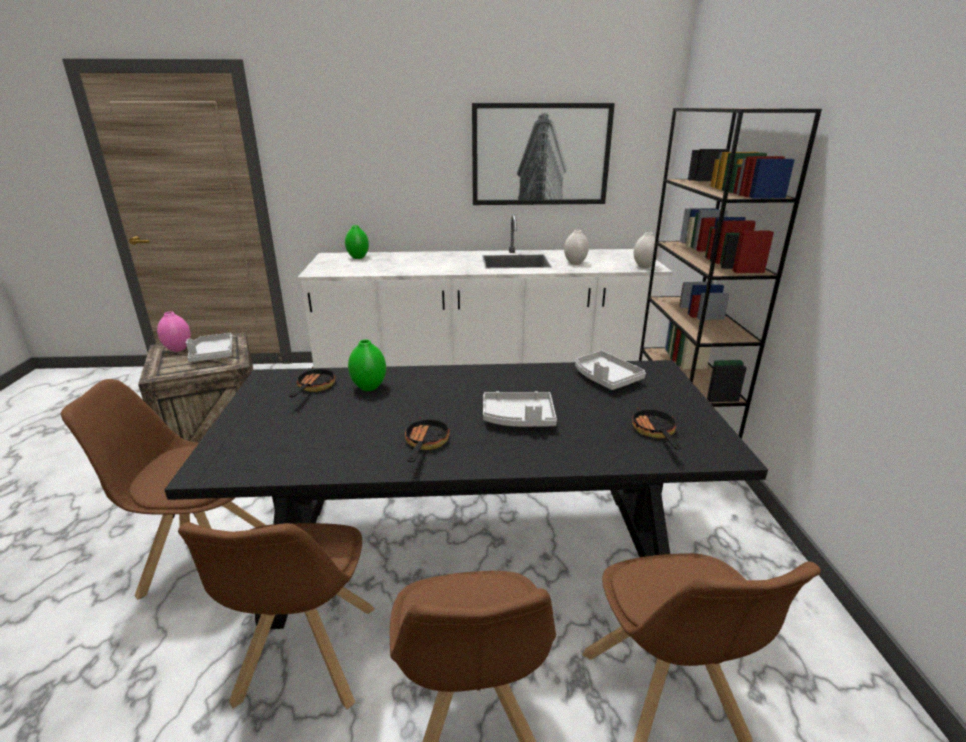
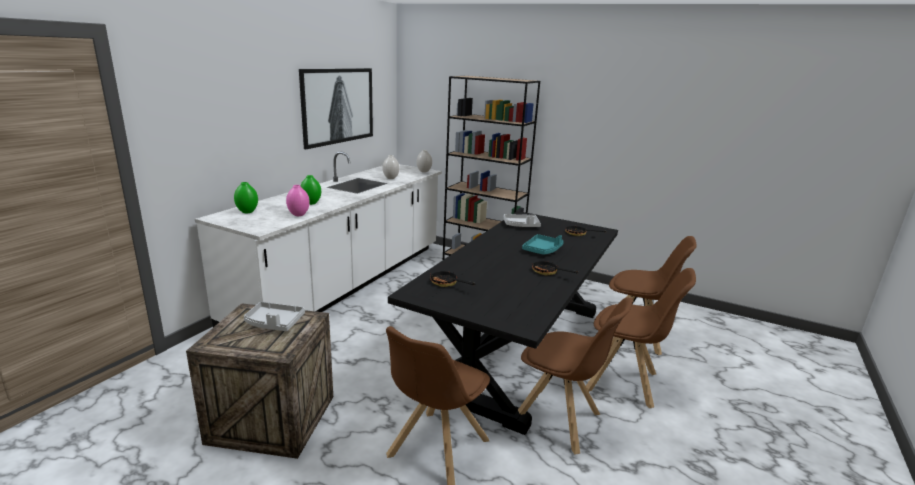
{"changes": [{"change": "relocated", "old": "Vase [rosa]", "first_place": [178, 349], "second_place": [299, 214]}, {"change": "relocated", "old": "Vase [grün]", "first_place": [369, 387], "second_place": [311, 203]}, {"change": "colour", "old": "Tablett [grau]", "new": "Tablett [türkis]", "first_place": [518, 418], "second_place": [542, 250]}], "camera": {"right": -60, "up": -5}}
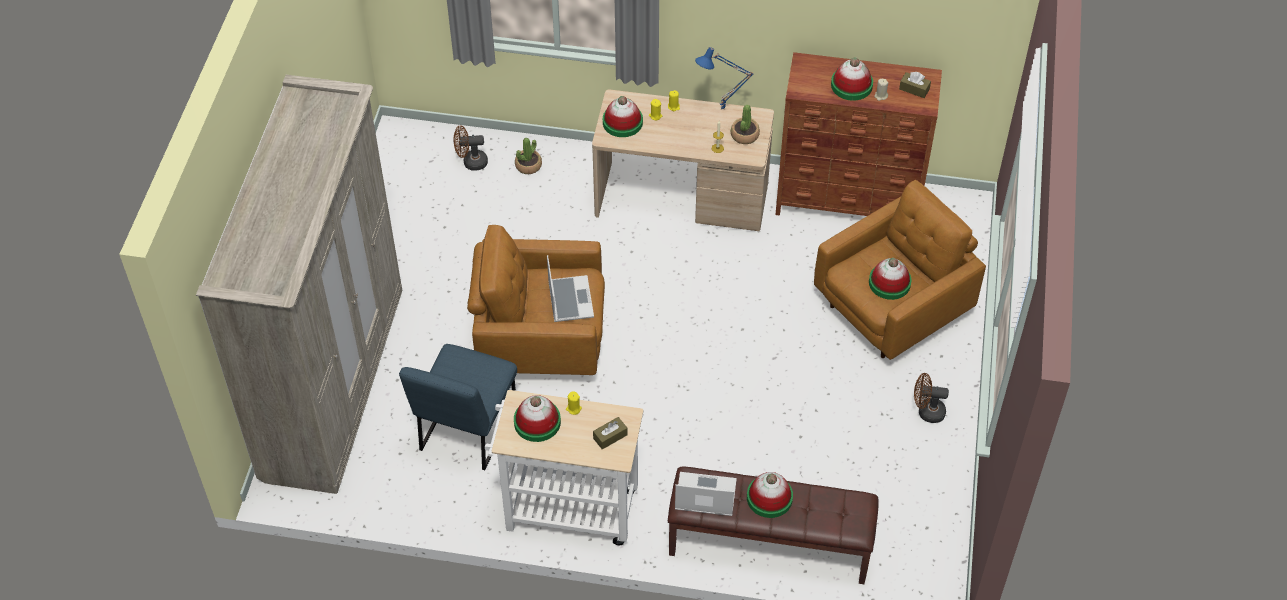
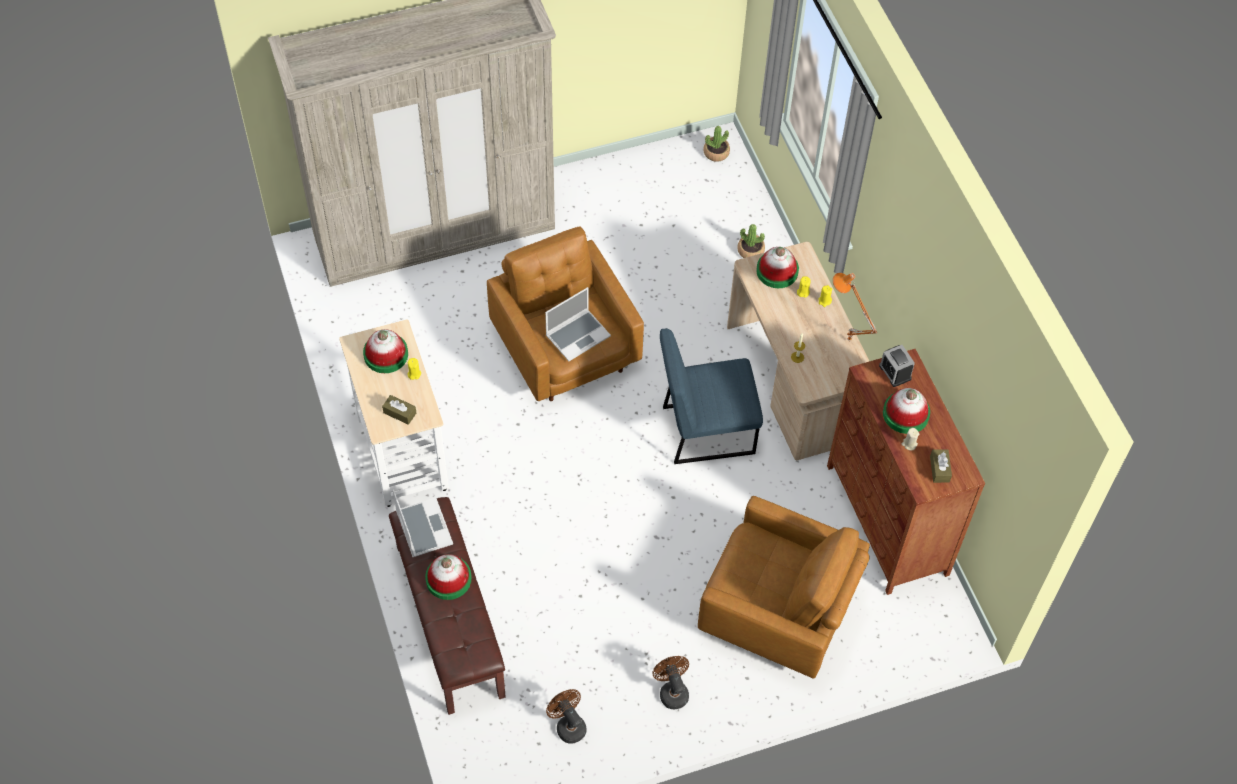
{"changes": [{"change": "relocated", "old": "Ventilator [braun]", "first_place": [471, 162], "second_place": [568, 725]}, {"change": "relocated", "old": "Stuhl [blau]", "first_place": [466, 429], "second_place": [705, 430]}, {"change": "relocated", "old": "Topfpflanze", "first_place": [744, 135], "second_place": [716, 152]}, {"change": "colour", "old": "Tischlampe [blau]", "new": "Tischlampe [orange]", "first_place": [722, 111], "second_place": [847, 341]}, {"change": "appeared", "new": "Wecker", "second_place": [895, 372]}, {"change": "missing", "old": "Hut", "first_place": [889, 283]}], "camera": {"right": 60, "up": 5}}
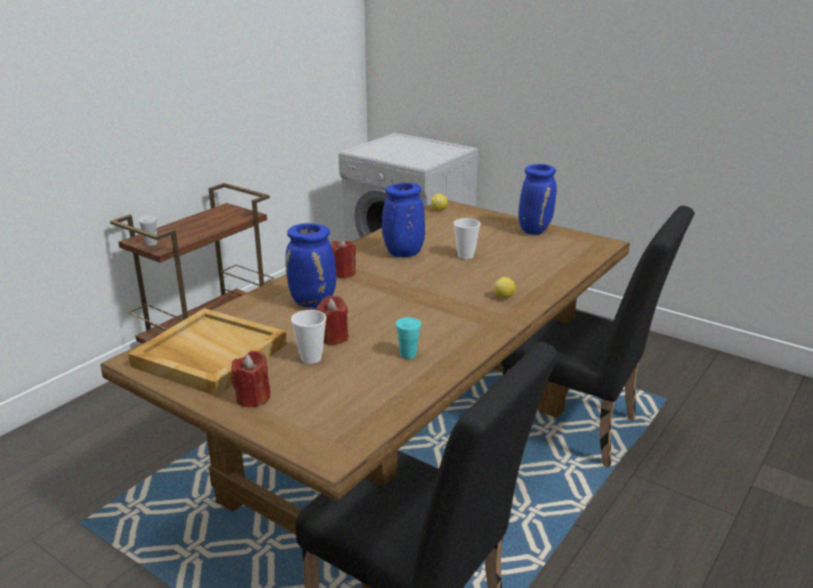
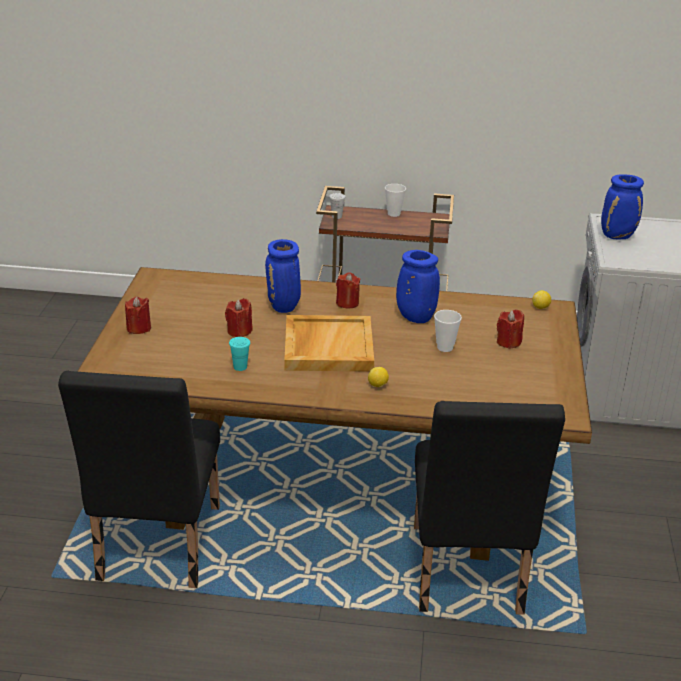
{"changes": [{"change": "relocated", "old": "Tablett [beige]", "first_place": [209, 355], "second_place": [327, 347]}, {"change": "relocated", "old": "Tasse", "first_place": [311, 358], "second_place": [394, 214]}, {"change": "appeared", "new": "Kerze [rot]", "second_place": [508, 342]}, {"change": "relocated", "old": "Vase [blau]", "first_place": [534, 230], "second_place": [618, 236]}], "camera": {"right": 60, "up": 5}}
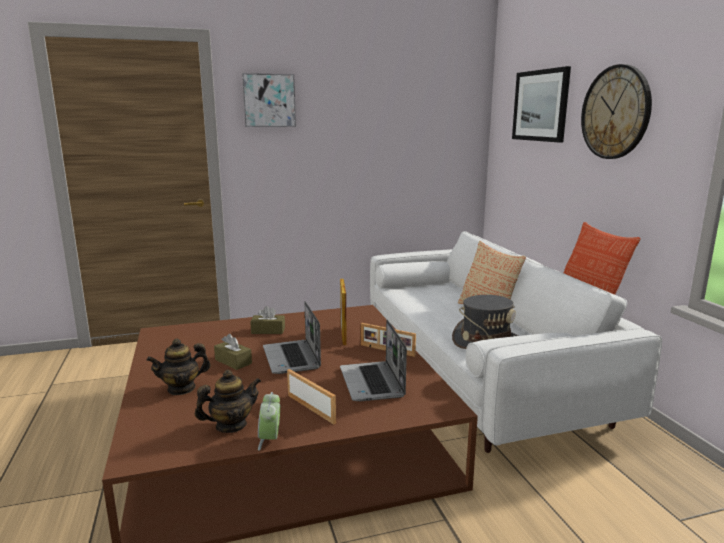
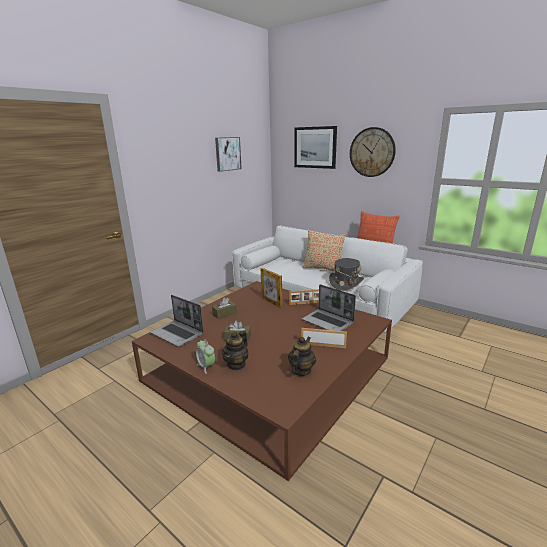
{"changes": [{"change": "relocated", "old": "Laptop", "first_place": [292, 358], "second_place": [178, 334]}, {"change": "relocated", "old": "Wecker", "first_place": [270, 439], "second_place": [206, 366]}, {"change": "relocated", "old": "Bild", "first_place": [269, 100], "second_place": [227, 154]}], "camera": {"right": -35, "up": 5}}
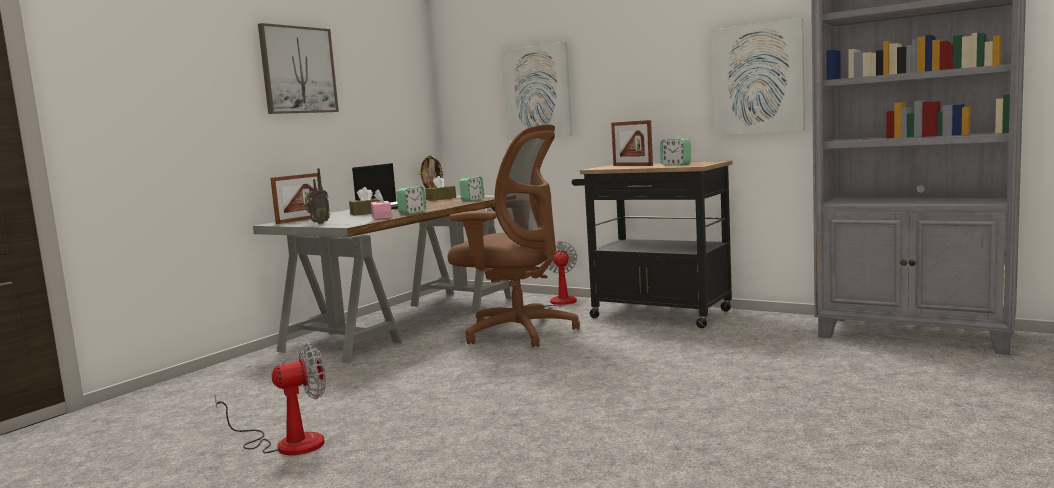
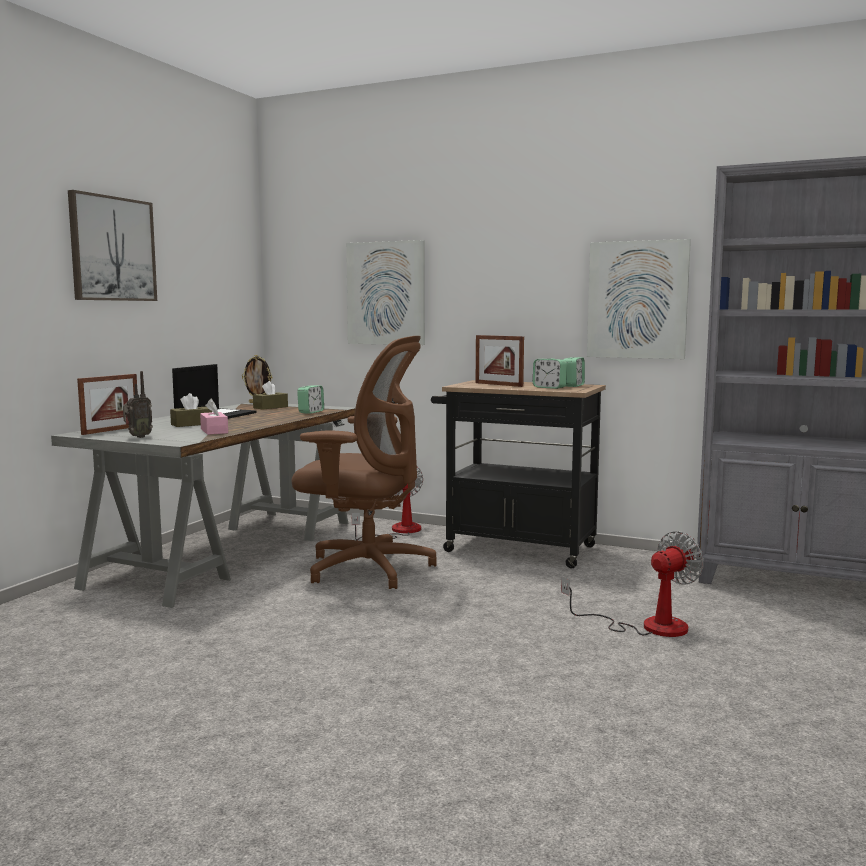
{"changes": [{"change": "relocated", "old": "Ventilator", "first_place": [287, 443], "second_place": [648, 626]}, {"change": "relocated", "old": "Wecker", "first_place": [412, 213], "second_place": [573, 385]}], "camera": {"right": -10, "up": 0}}
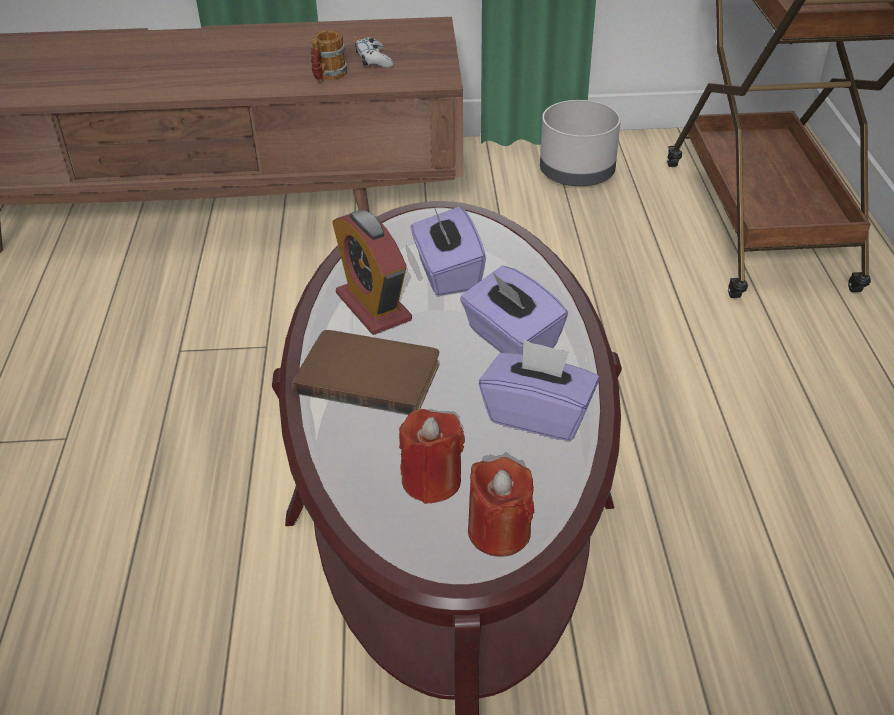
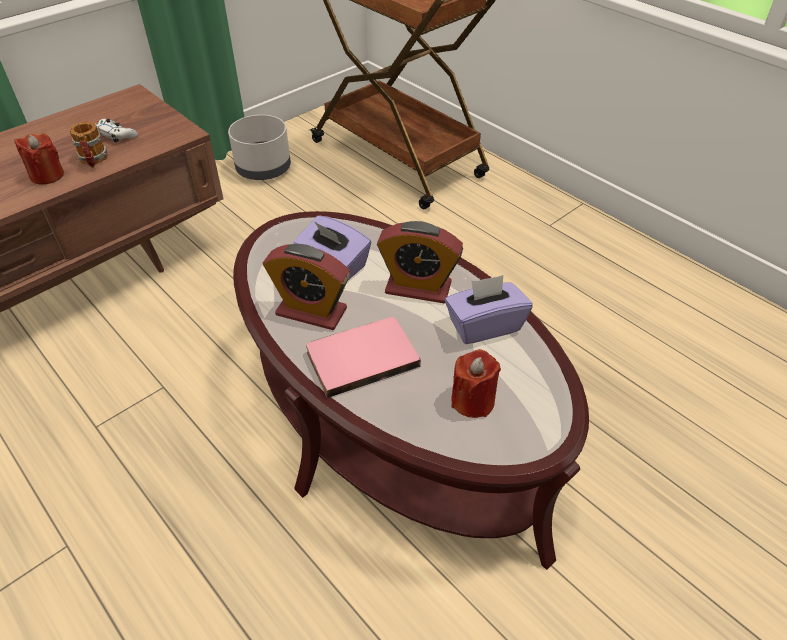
{"changes": [{"change": "relocated", "old": "Kerze [rot]", "first_place": [499, 532], "second_place": [47, 175]}, {"change": "colour", "old": "Buch [braun]", "new": "Buch [rosa]", "first_place": [370, 373], "second_place": [361, 356]}, {"change": "exchanged", "old": "Taschentuchbox [lila]", "new": "Wecker", "first_place": [511, 339], "second_place": [418, 288]}], "camera": {"right": -40, "up": 5}}
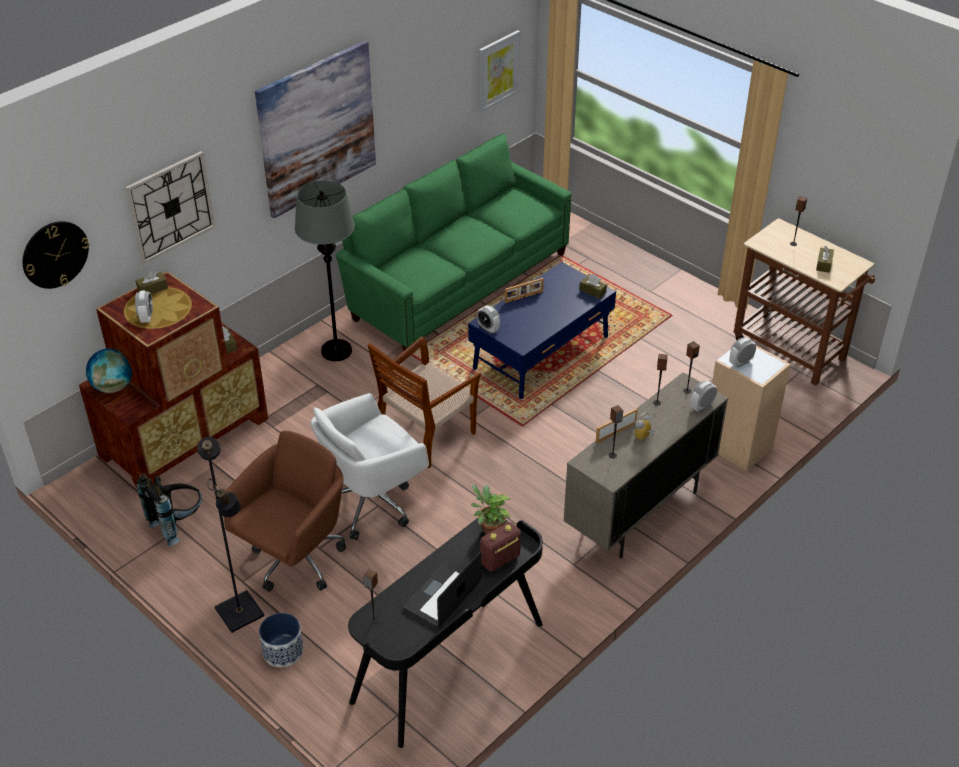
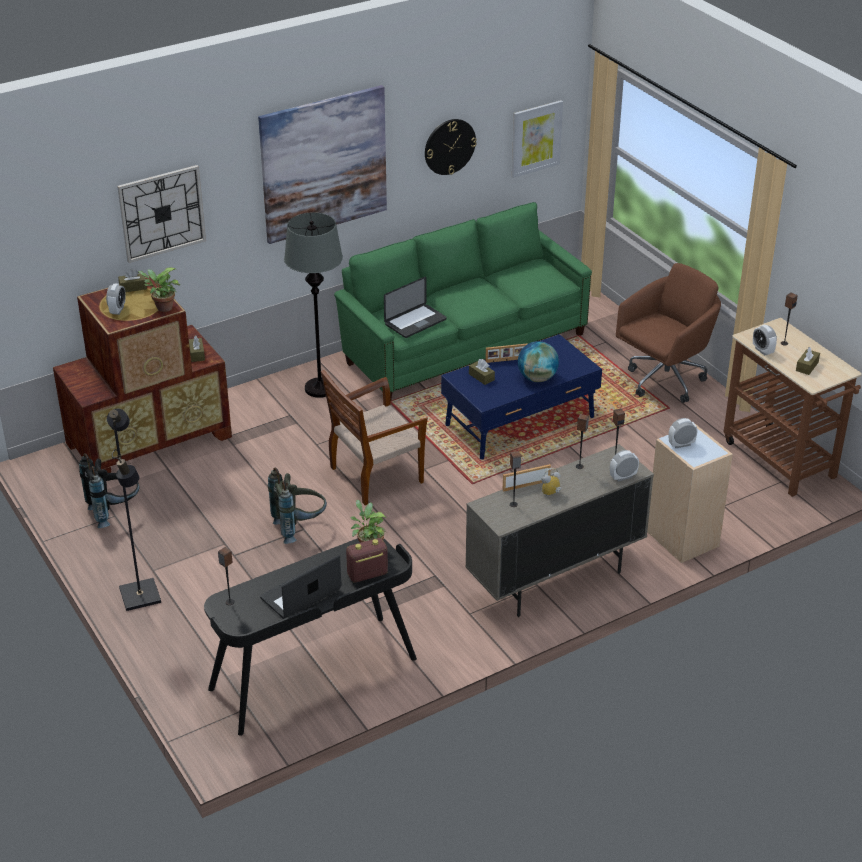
{"changes": [{"change": "appeared", "new": "Topfpflanze", "second_place": [162, 308]}, {"change": "exchanged", "old": "Bürostuhl [weiß]", "new": "Rucksack [grau]", "first_place": [373, 504], "second_place": [299, 527]}, {"change": "appeared", "new": "Laptop", "second_place": [415, 322]}, {"change": "relocated", "old": "Wanduhr", "first_place": [55, 254], "second_place": [449, 146]}, {"change": "relocated", "old": "Taschentuchbox [braun]", "first_place": [592, 291], "second_place": [481, 377]}, {"change": "relocated", "old": "Globus", "first_place": [113, 387], "second_place": [537, 378]}, {"change": "relocated", "old": "Bürostuhl [braun]", "first_place": [295, 563], "second_place": [662, 383]}, {"change": "relocated", "old": "Wecker", "first_place": [488, 328], "second_place": [762, 350]}, {"change": "missing", "old": "Pflanzkübel", "first_place": [282, 651]}], "camera": {"right": 15, "up": -5}}
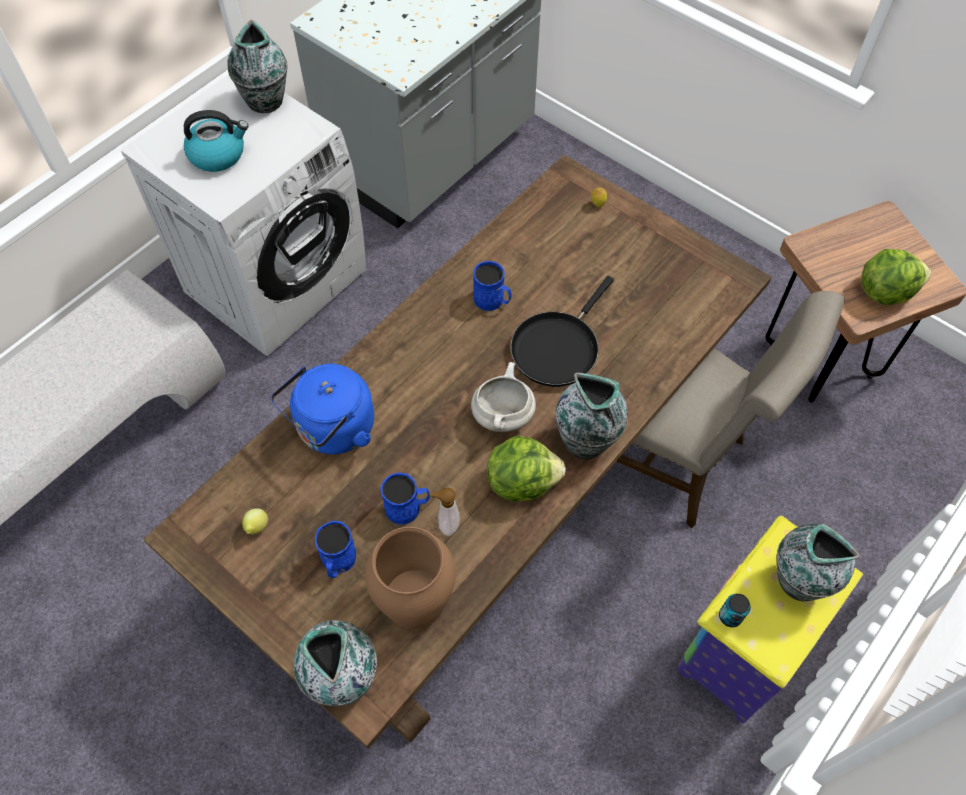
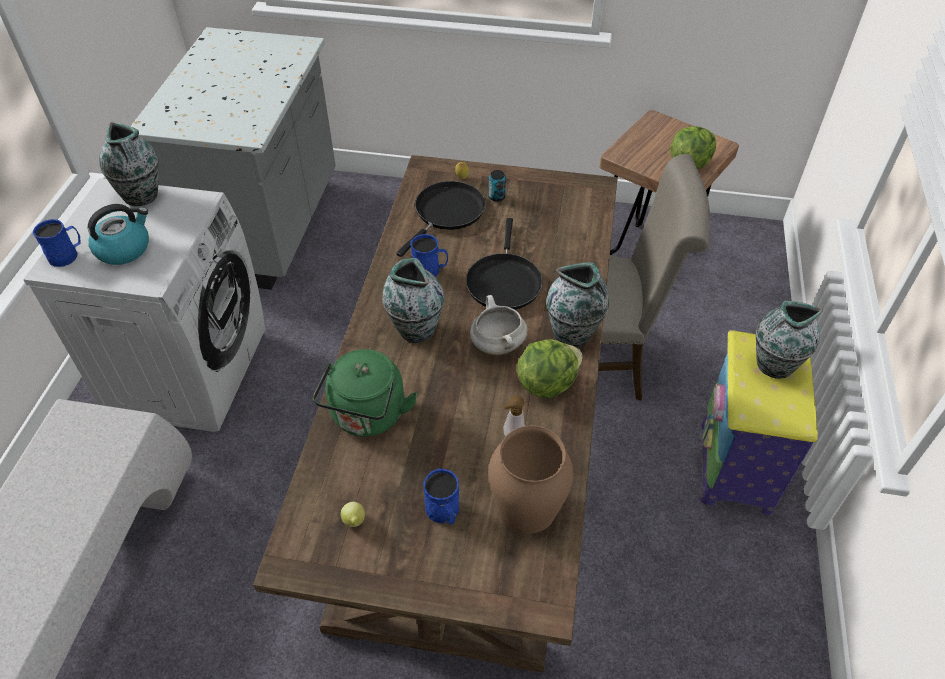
{"changes": [{"change": "relocated", "old": "Henkelbecher [blau]", "first_place": [407, 507], "second_place": [67, 255]}, {"change": "colour", "old": "Wasserkessel [blau]", "new": "Wasserkessel [grün]", "first_place": [333, 430], "second_place": [367, 417]}, {"change": "relocated", "old": "Vase", "first_place": [343, 679], "second_place": [415, 329]}, {"change": "appeared", "new": "Pfanne [schwarz]", "second_place": [447, 213]}, {"change": "relocated", "old": "Dose", "first_place": [730, 616], "second_place": [496, 197]}], "camera": {"right": -30, "up": -10}}
